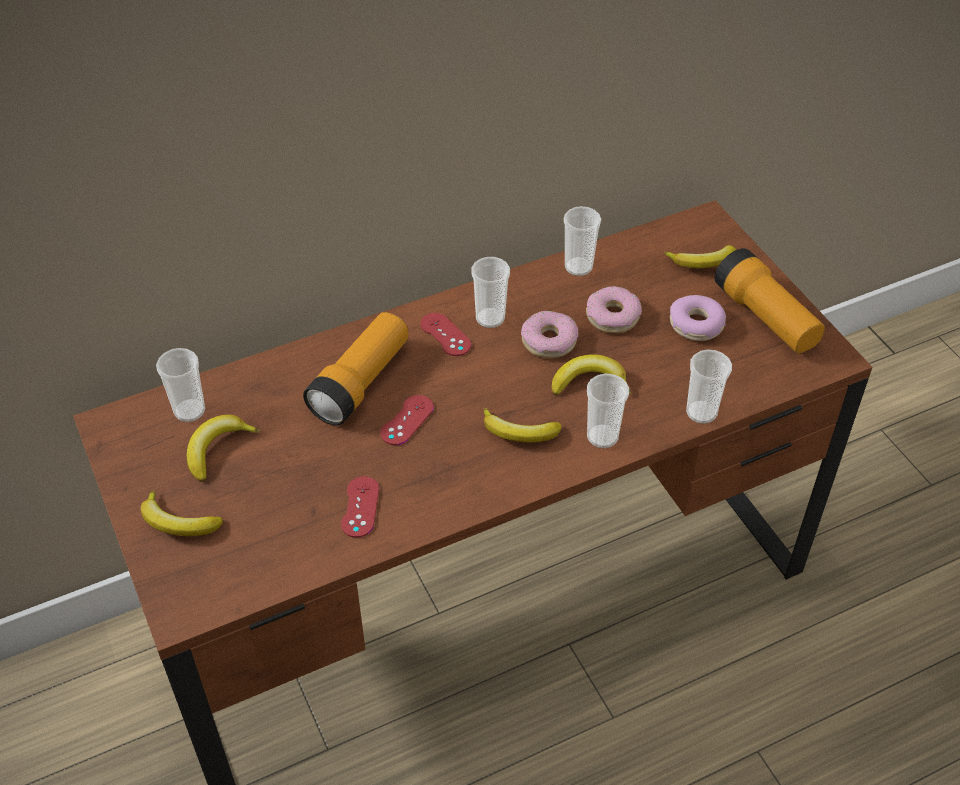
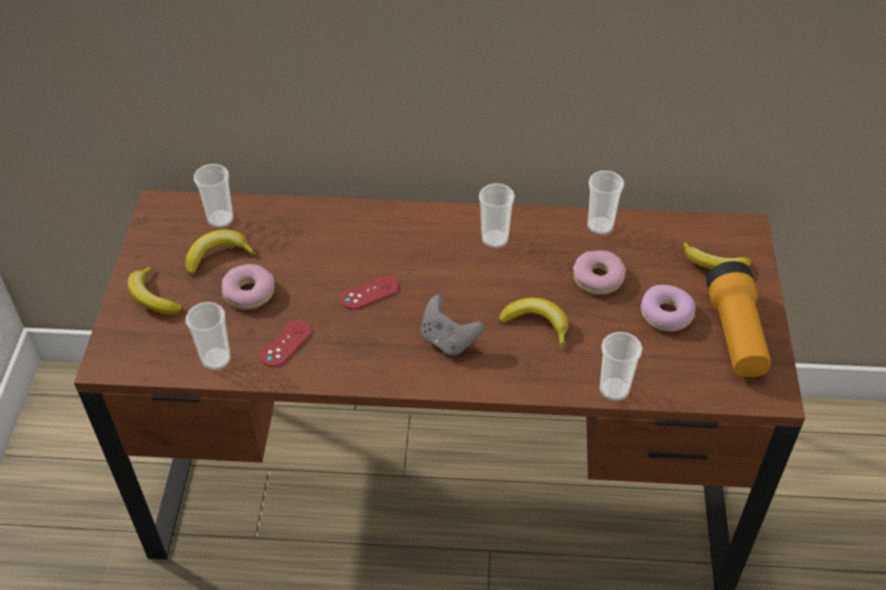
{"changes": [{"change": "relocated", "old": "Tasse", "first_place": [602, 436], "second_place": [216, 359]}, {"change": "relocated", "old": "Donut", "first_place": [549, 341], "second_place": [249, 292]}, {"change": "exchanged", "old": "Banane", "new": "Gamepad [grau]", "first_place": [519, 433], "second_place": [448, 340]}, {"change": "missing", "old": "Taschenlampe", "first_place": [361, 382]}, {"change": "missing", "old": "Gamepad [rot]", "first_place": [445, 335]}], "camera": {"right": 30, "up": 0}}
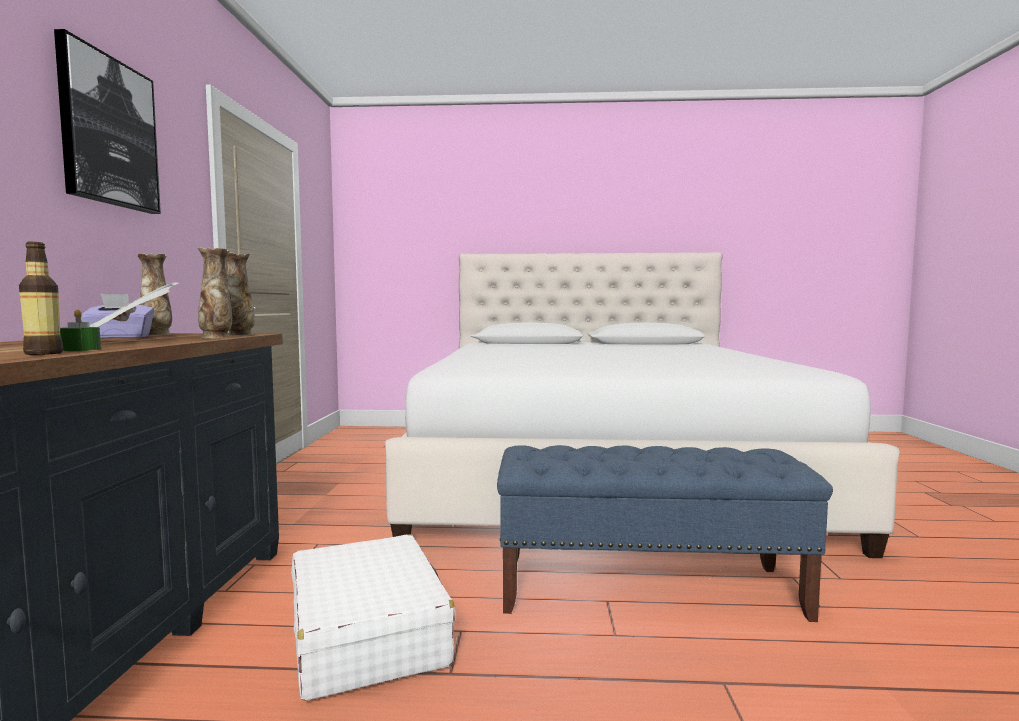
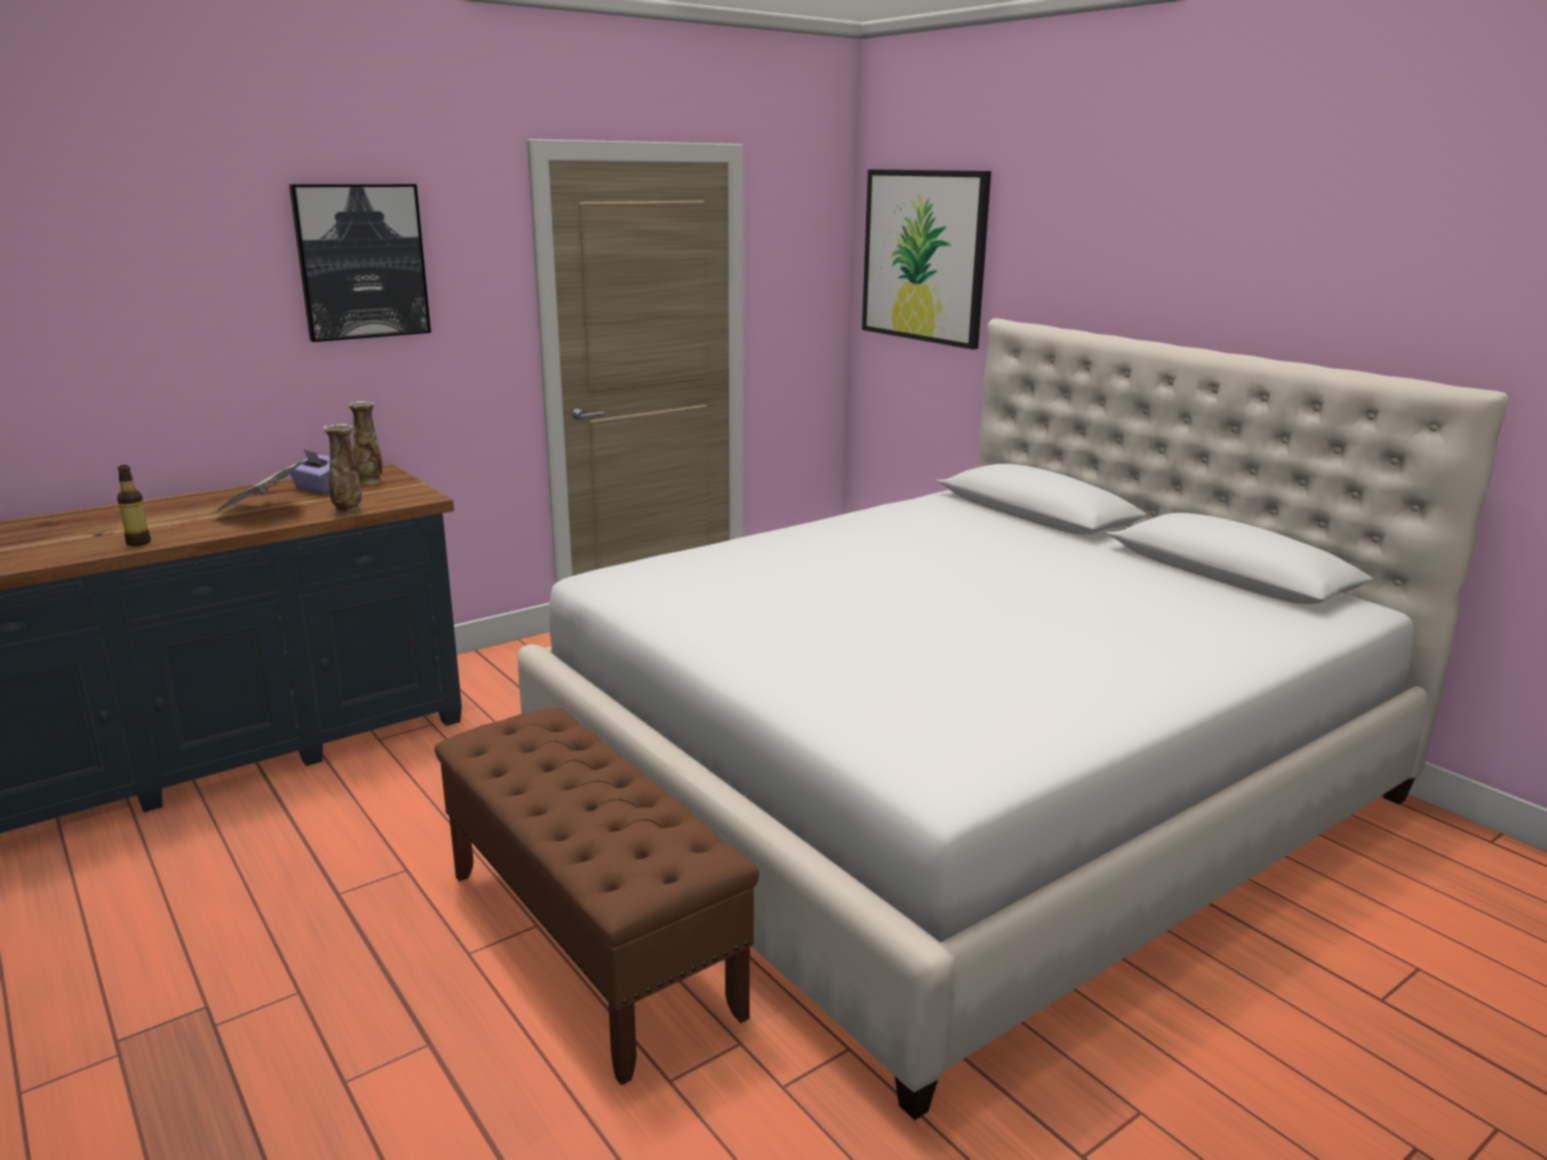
{"changes": [{"change": "colour", "old": "Bank [blau]", "new": "Bank [braun]", "first_place": [648, 589], "second_place": [590, 942]}, {"change": "appeared", "new": "Bild", "second_place": [924, 256]}, {"change": "missing", "old": "Kerze [grün]", "first_place": [80, 349]}, {"change": "missing", "old": "Vase", "first_place": [240, 335]}, {"change": "missing", "old": "Koffer [weiß]", "first_place": [367, 633]}], "camera": {"right": 50, "up": 15}}
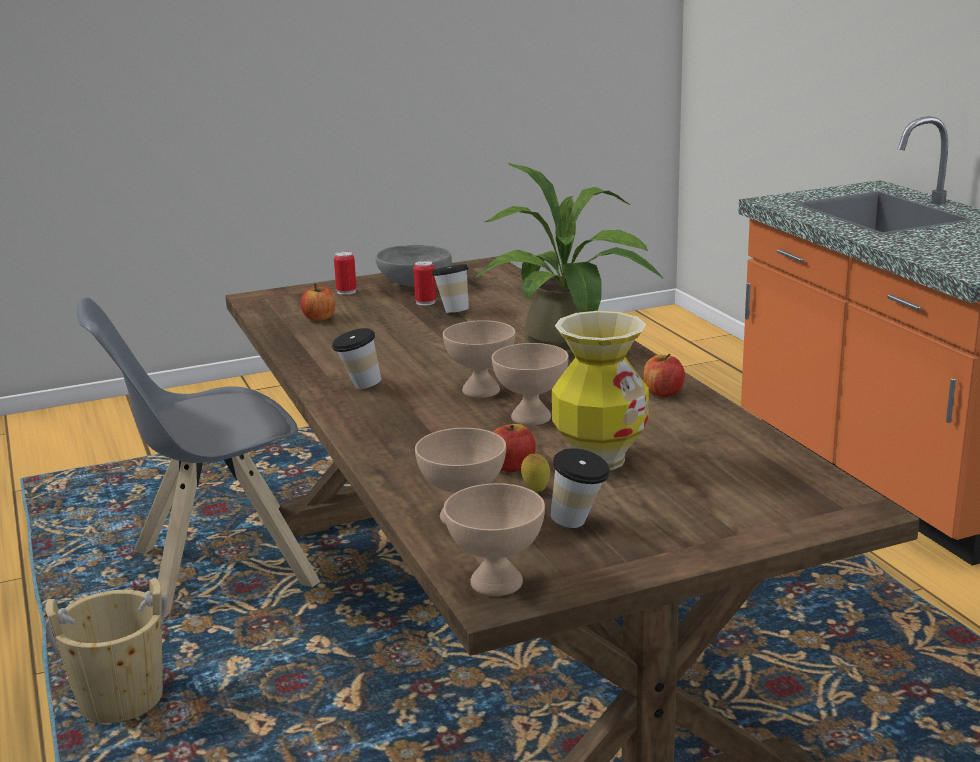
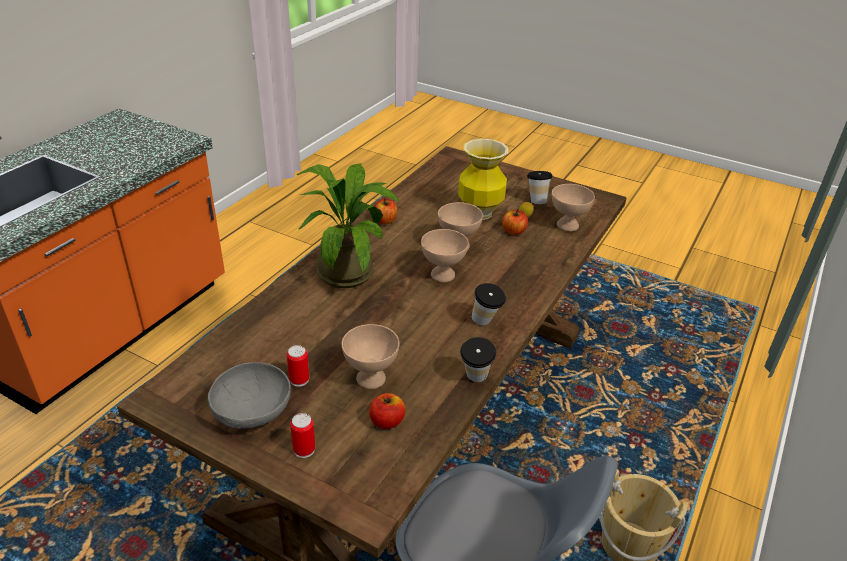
{"changes": [{"change": "relocated", "old": "Schüssel [beige]", "first_place": [495, 583], "second_place": [372, 379]}, {"change": "relocated", "old": "Tasse", "first_place": [452, 311], "second_place": [475, 380]}], "camera": {"right": -130, "up": 15}}
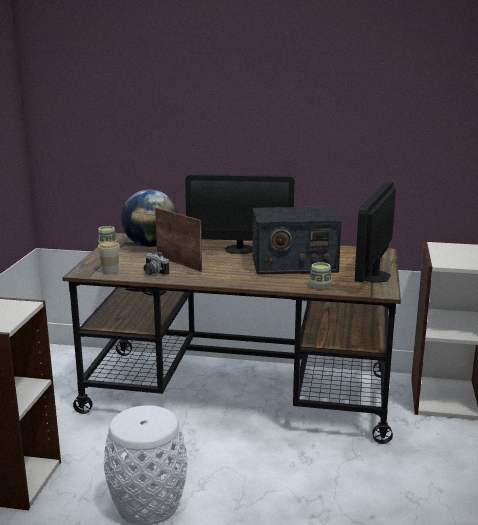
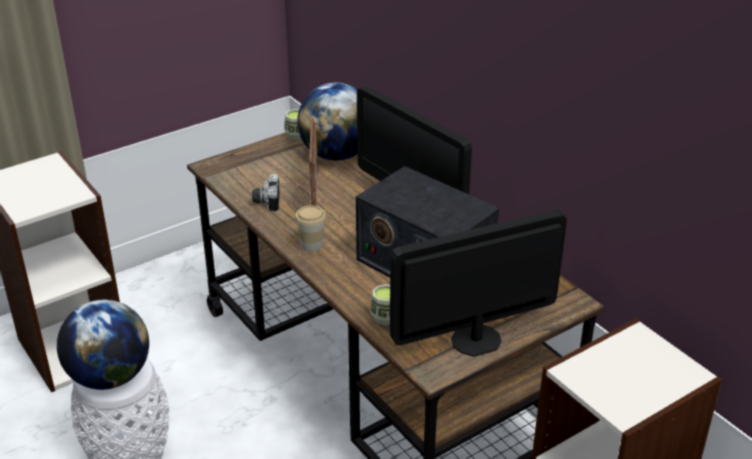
{"changes": [{"change": "appeared", "new": "Globus", "second_place": [109, 377]}, {"change": "relocated", "old": "Tasse", "first_place": [110, 271], "second_place": [311, 245]}], "camera": {"right": 45, "up": 15}}
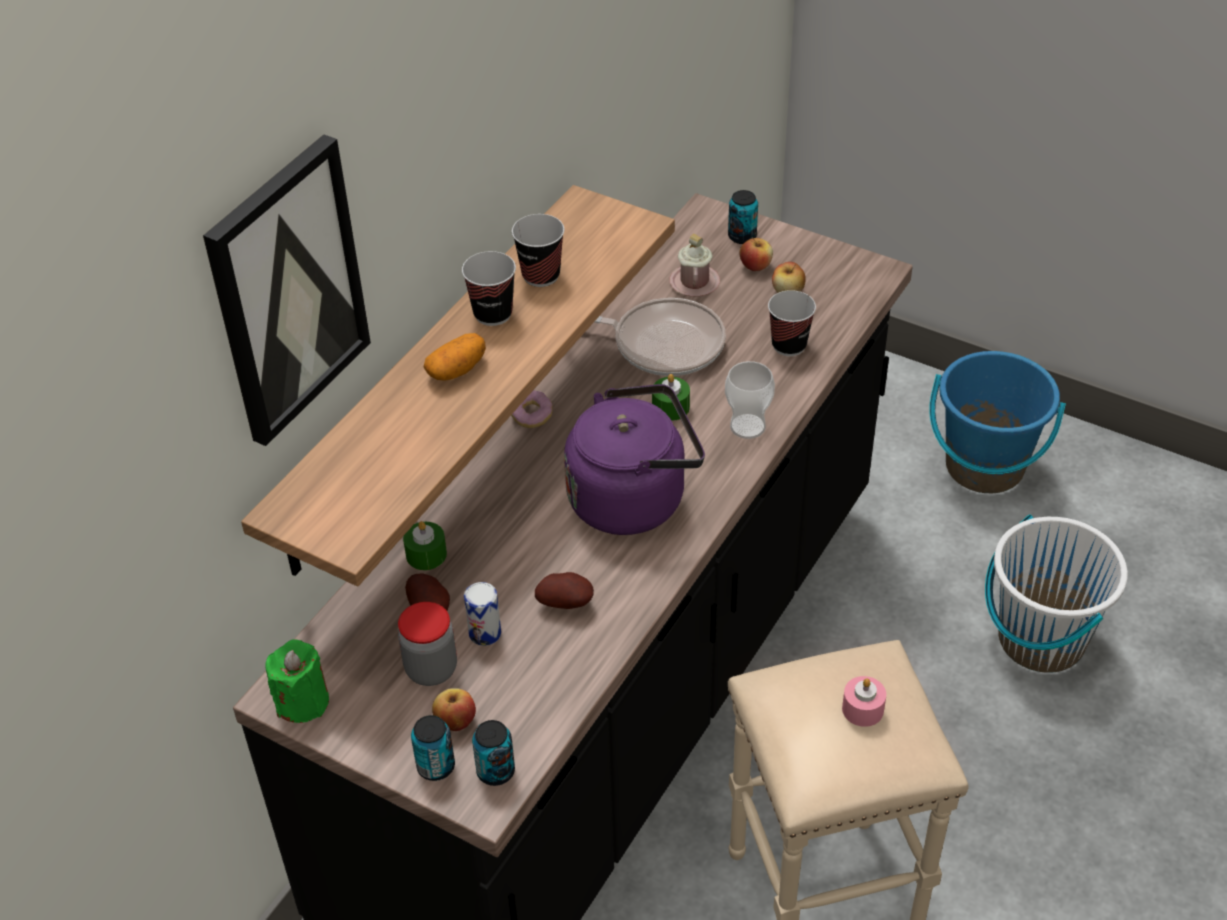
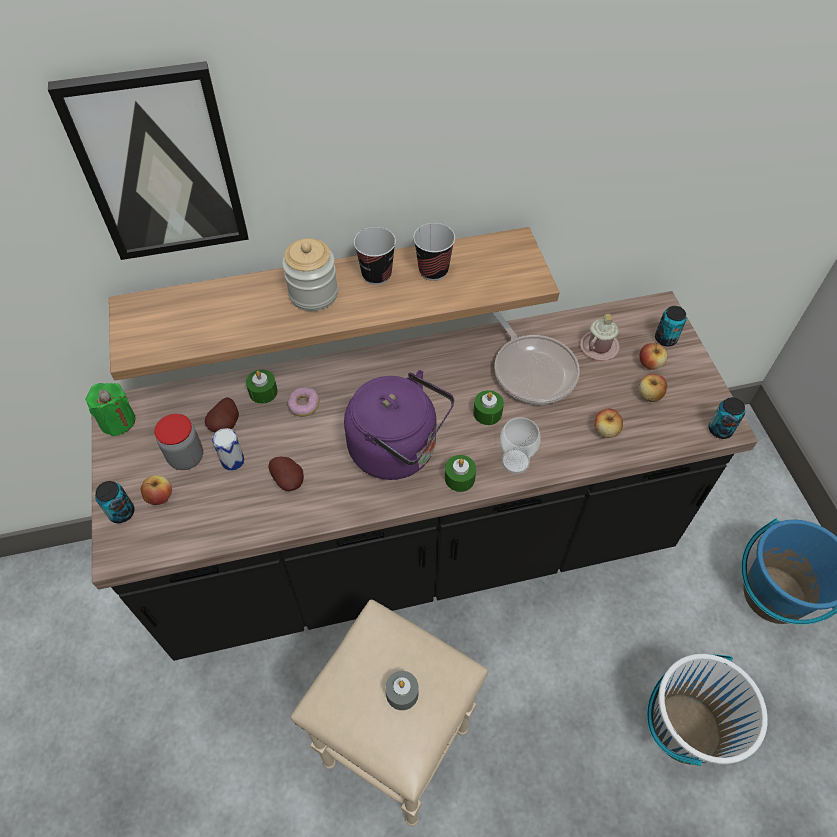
{"changes": [{"change": "exchanged", "old": "Kartoffel", "new": "Vorratsglas", "first_place": [457, 370], "second_place": [313, 294]}, {"change": "relocated", "old": "Donut", "first_place": [531, 416], "second_place": [304, 406]}, {"change": "colour", "old": "Kerze [rosa]", "new": "Kerze [grau]", "first_place": [862, 709], "second_place": [402, 693]}, {"change": "appeared", "new": "Kerze [grün]", "second_place": [459, 478]}, {"change": "exchanged", "old": "Tasse", "new": "Apfel", "first_place": [789, 345], "second_place": [606, 430]}, {"change": "relocated", "old": "Dose", "first_place": [495, 771], "second_place": [720, 430]}], "camera": {"right": 45, "up": 10}}
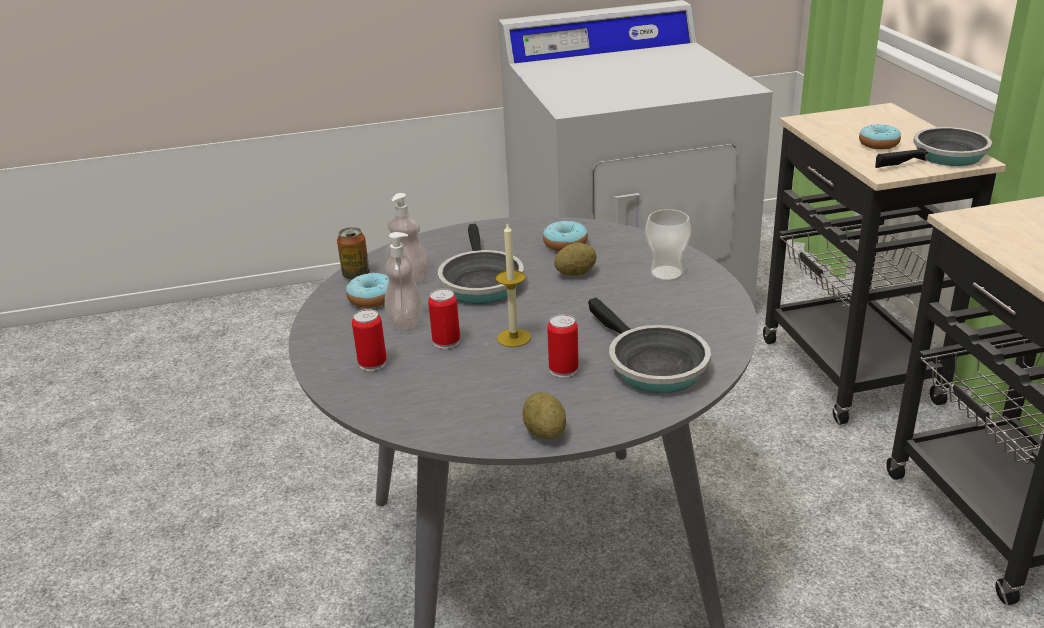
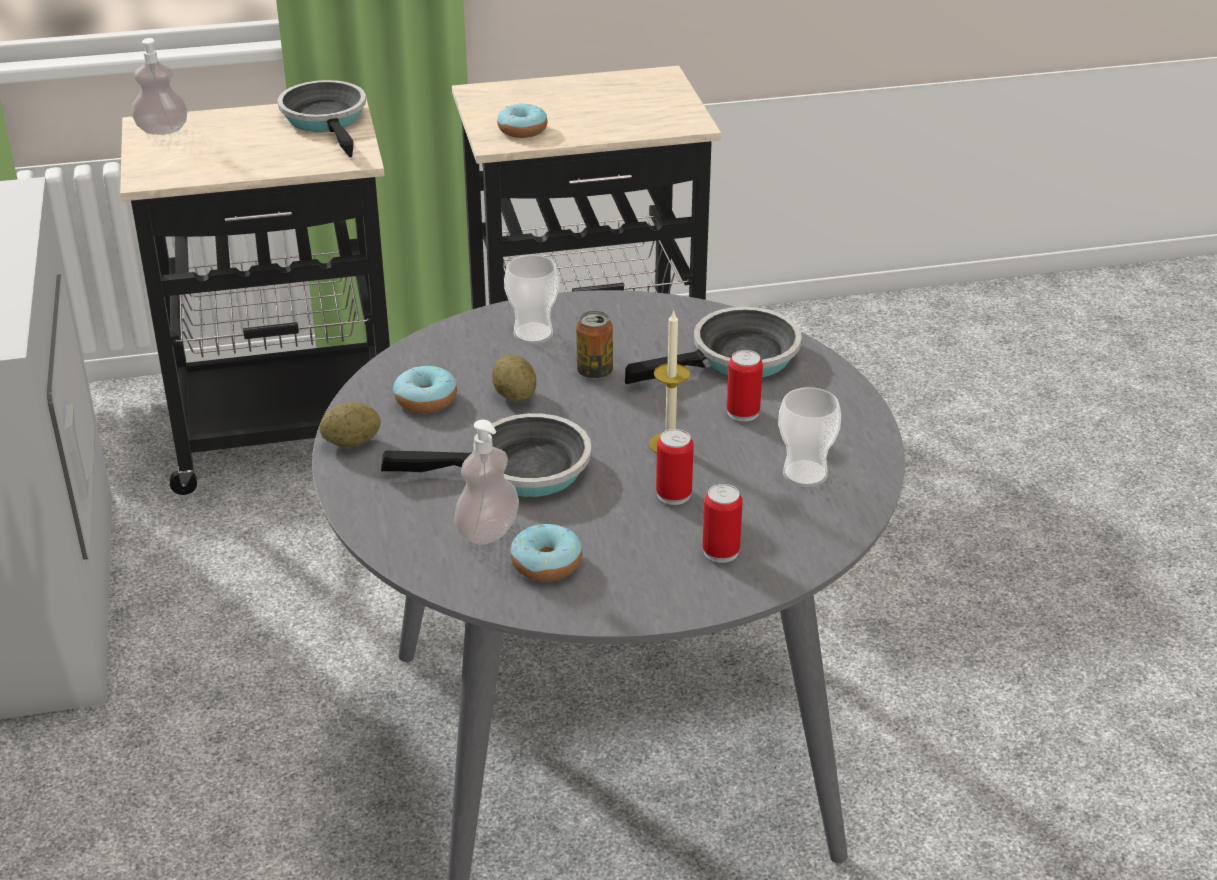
{"changes": [{"change": "relocated", "old": "Seifenspender", "first_place": [405, 321], "second_place": [162, 130]}, {"change": "relocated", "old": "Kartoffel", "first_place": [545, 432], "second_place": [352, 442]}, {"change": "relocated", "old": "Donut", "first_place": [878, 144], "second_place": [522, 130]}, {"change": "relocated", "old": "Dose", "first_place": [356, 275], "second_place": [594, 372]}, {"change": "appeared", "new": "Tasse", "second_place": [805, 474]}], "camera": {"right": -90, "up": 5}}
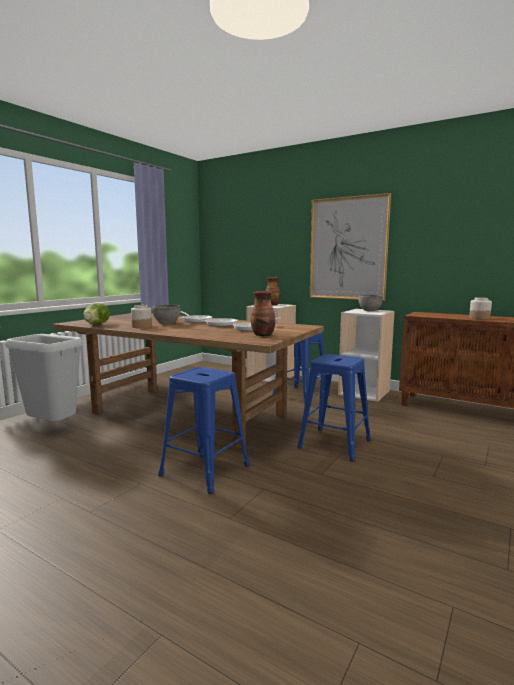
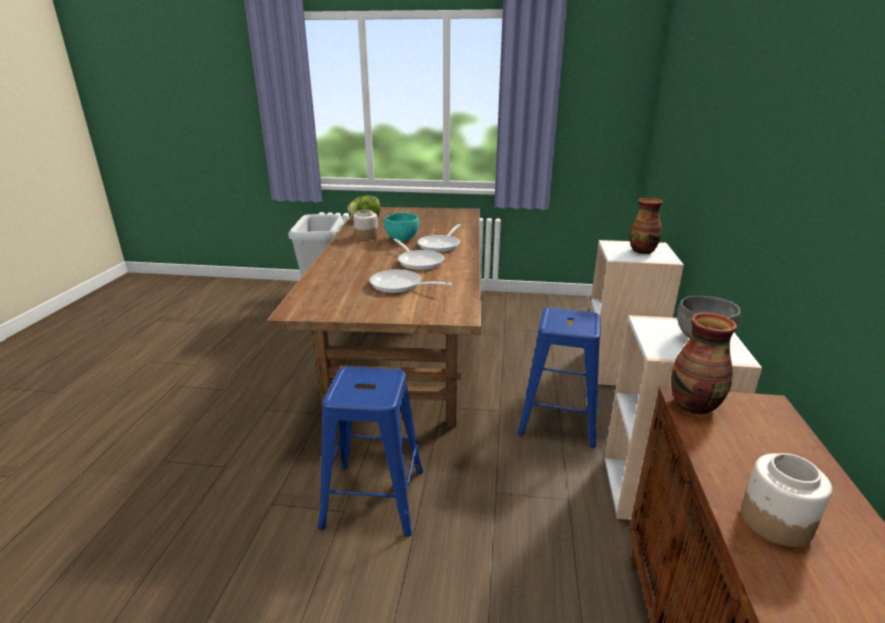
{"changes": [{"change": "colour", "old": "Schüssel [grau]", "new": "Schüssel [türkis]", "first_place": [166, 323], "second_place": [402, 239]}, {"change": "relocated", "old": "Vase", "first_place": [263, 335], "second_place": [695, 405]}, {"change": "missing", "old": "Hocker [blau]", "first_place": [204, 470]}, {"change": "missing", "old": "Bild", "first_place": [348, 248]}], "camera": {"right": 65, "up": 15}}
